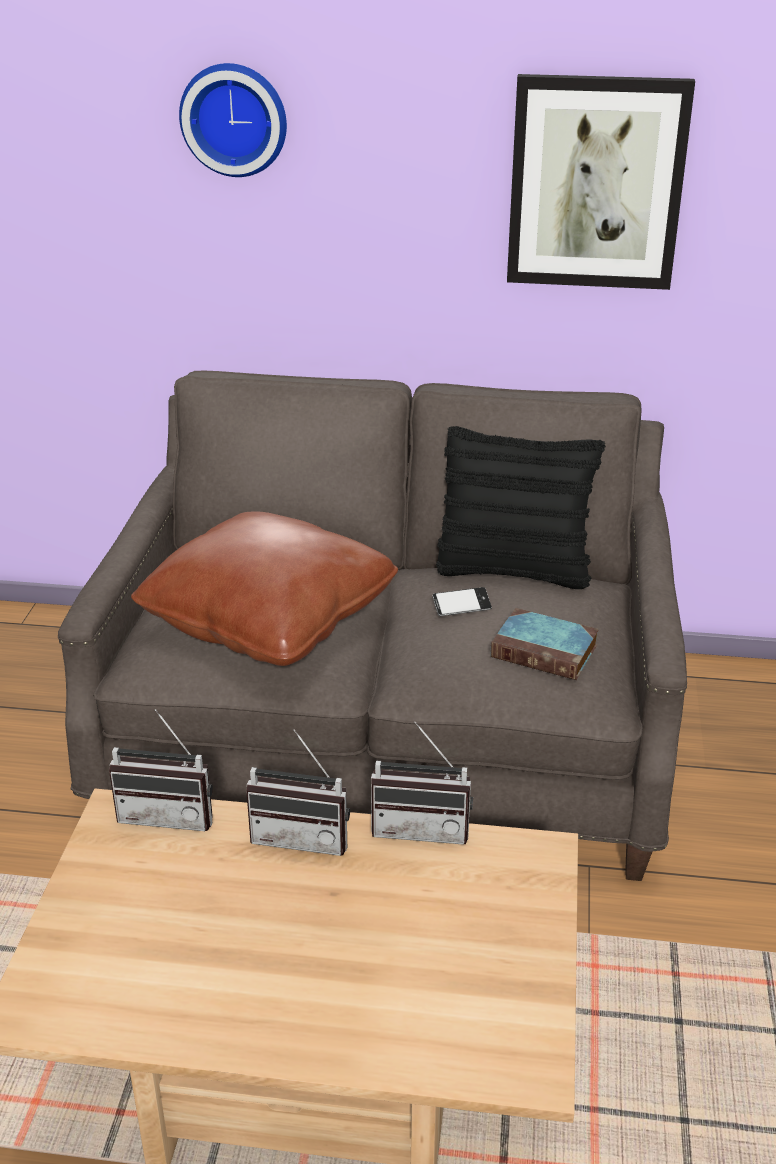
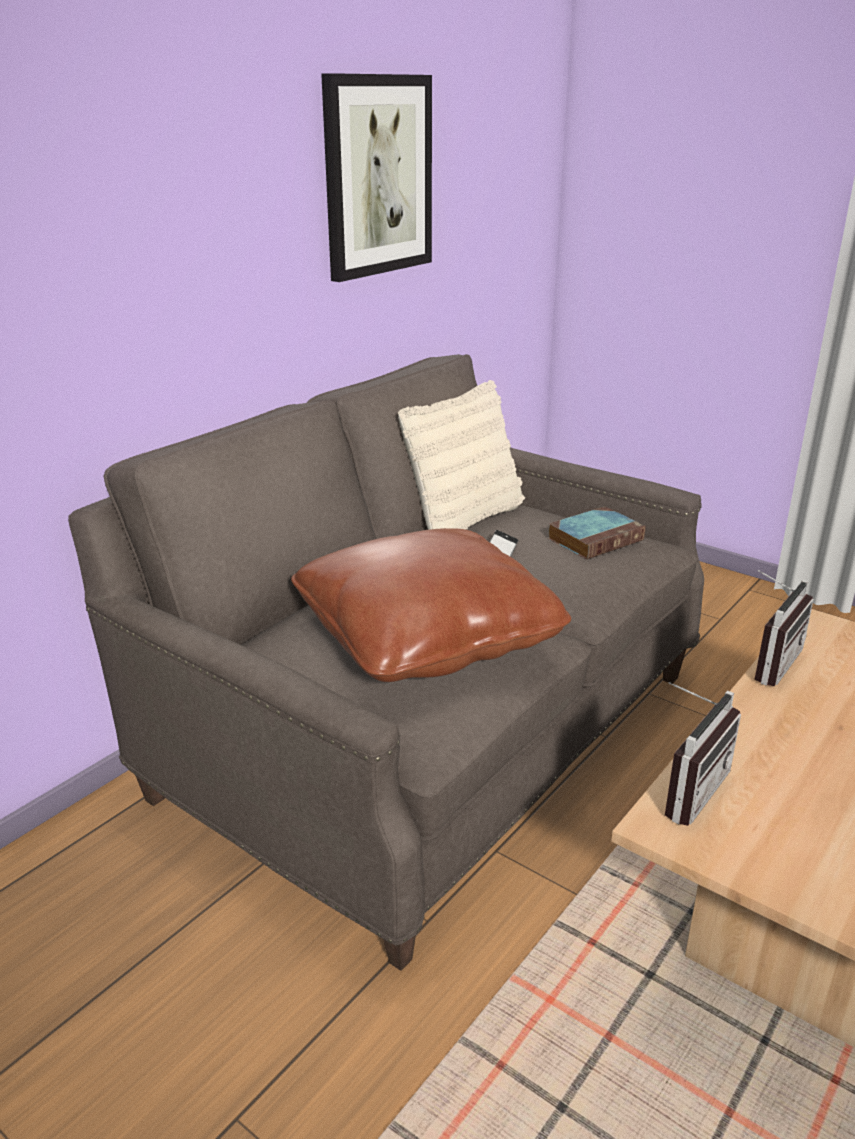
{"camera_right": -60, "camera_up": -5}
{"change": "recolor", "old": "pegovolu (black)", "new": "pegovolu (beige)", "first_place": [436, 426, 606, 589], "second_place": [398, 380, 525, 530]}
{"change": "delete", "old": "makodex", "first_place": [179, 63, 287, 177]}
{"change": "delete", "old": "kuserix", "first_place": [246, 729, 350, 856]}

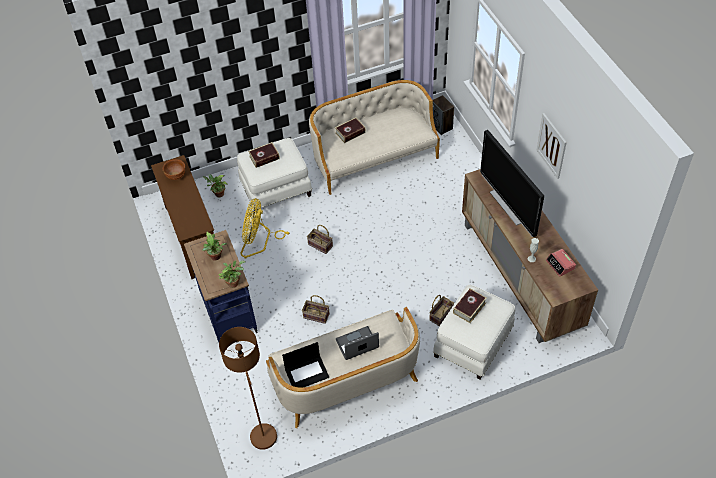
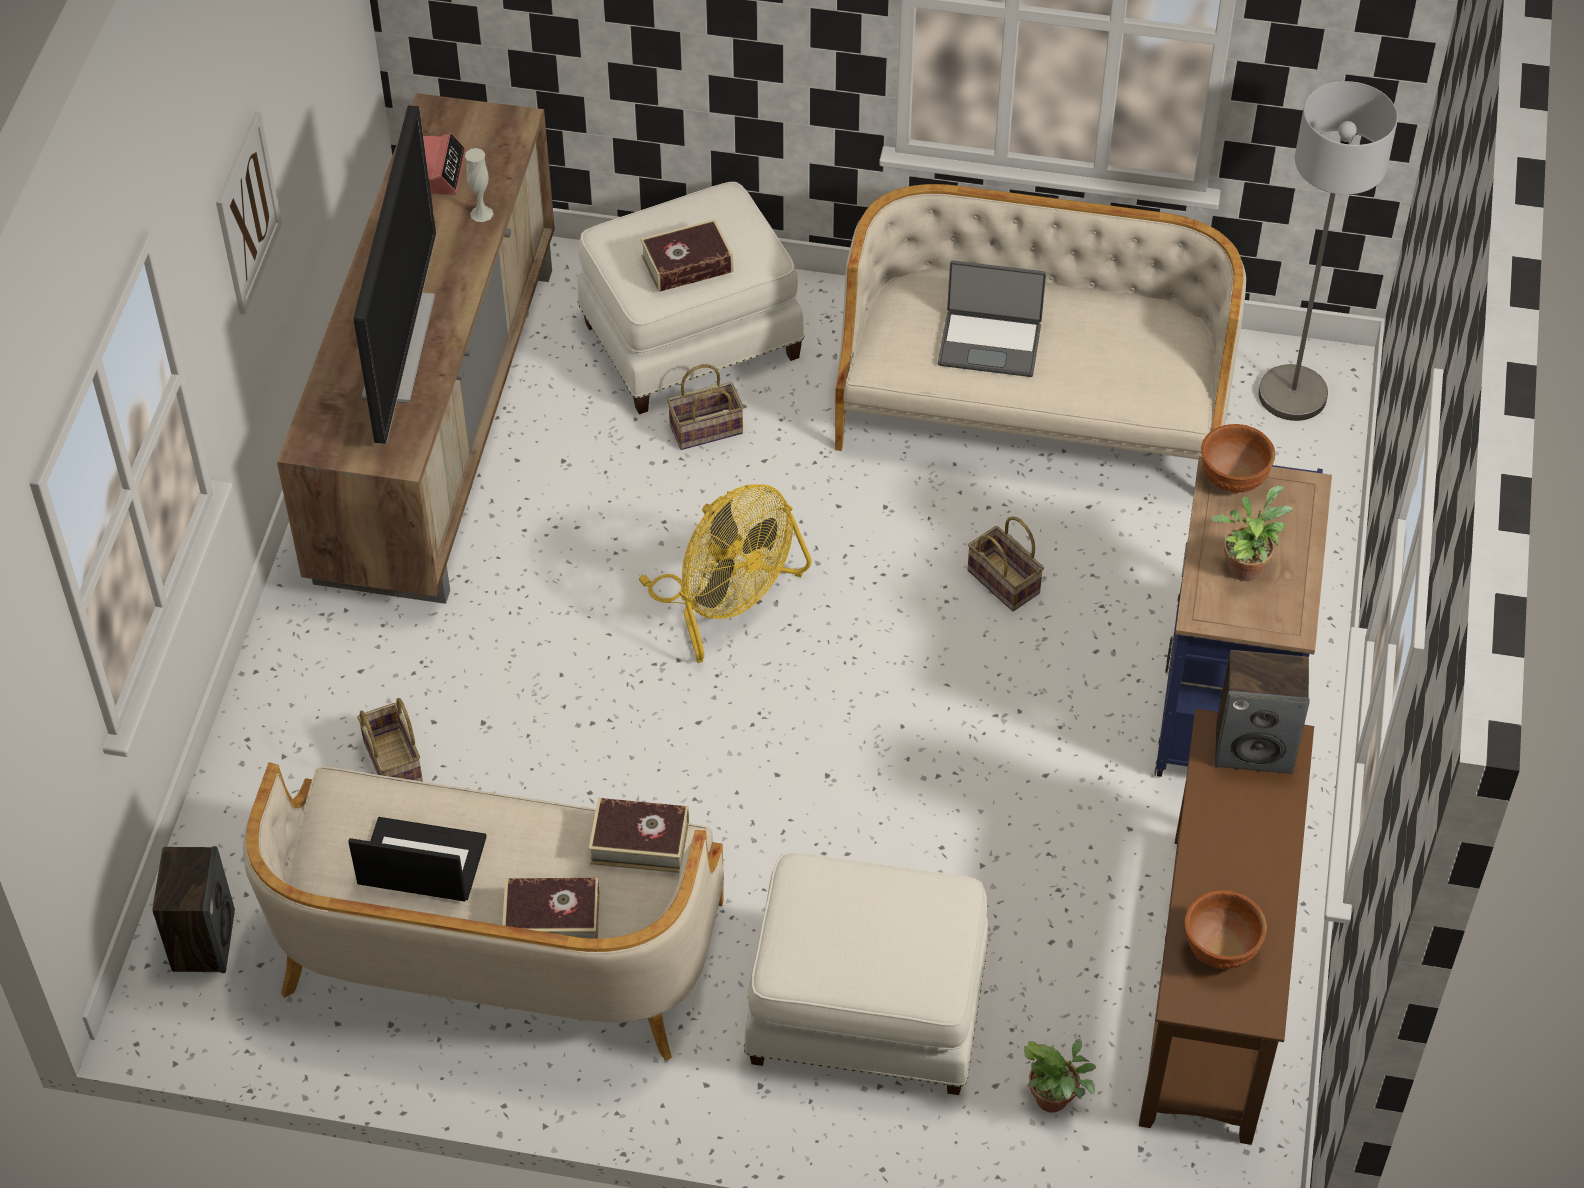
{"camera_right": -150, "camera_up": 0}
{"change": "move", "old": "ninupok", "first_place": [282, 342, 329, 388], "second_place": [348, 817, 487, 902]}
{"change": "move", "old": "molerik", "first_place": [307, 225, 333, 254], "second_place": [357, 698, 423, 782]}
{"change": "move", "old": "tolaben", "first_place": [248, 142, 280, 168], "second_place": [589, 798, 689, 873]}
{"change": "move", "old": "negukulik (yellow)", "first_place": [240, 198, 289, 258], "second_place": [639, 484, 812, 663]}
{"change": "replace", "old": "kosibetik", "new": "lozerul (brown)", "first_place": [218, 260, 246, 288], "second_place": [1201, 424, 1275, 493]}
{"change": "insert", "new": "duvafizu", "second_place": [1214, 650, 1310, 774]}
{"change": "recolor", "old": "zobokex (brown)", "new": "zobokex (grey)", "first_place": [219, 327, 277, 450], "second_place": [1259, 81, 1398, 421]}

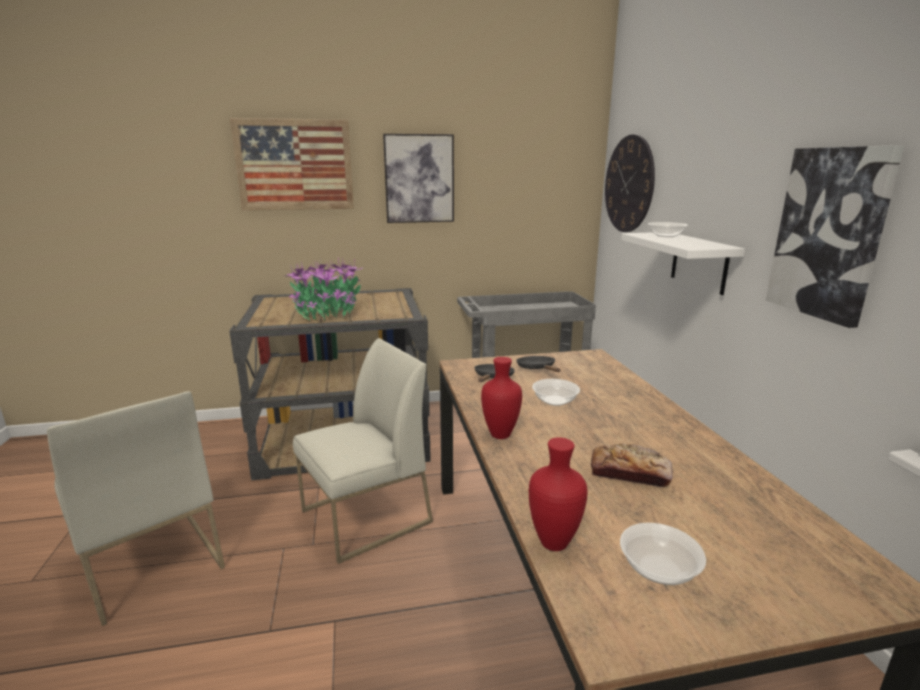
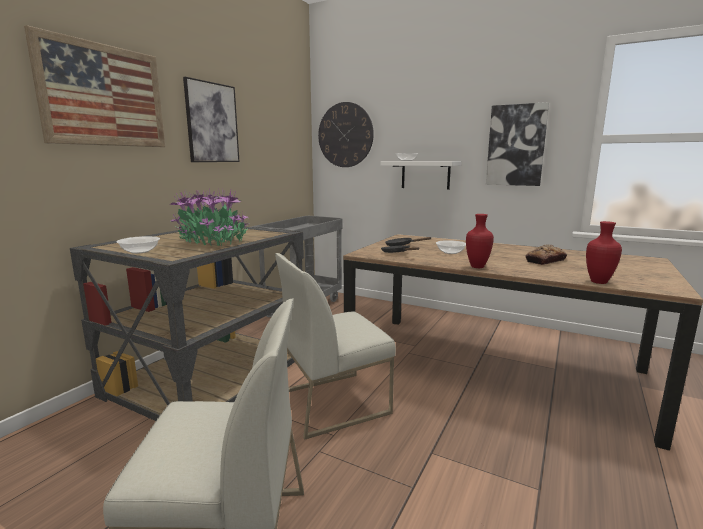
{"camera_right": -50, "camera_up": -5}
{"change": "move", "old": "lozerul", "first_place": [620, 523, 706, 585], "second_place": [116, 236, 160, 254]}
{"change": "rotate", "old": "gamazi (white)", "first_place": [293, 338, 433, 564], "second_place": [275, 253, 396, 439], "degrees": -120}

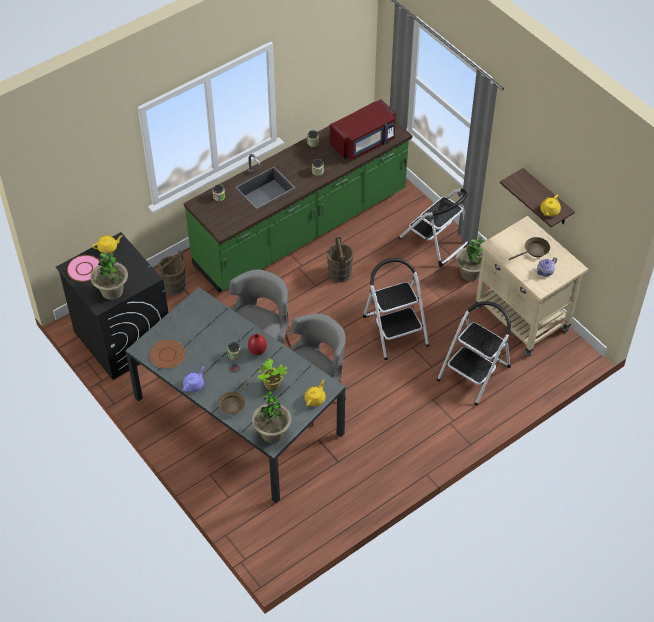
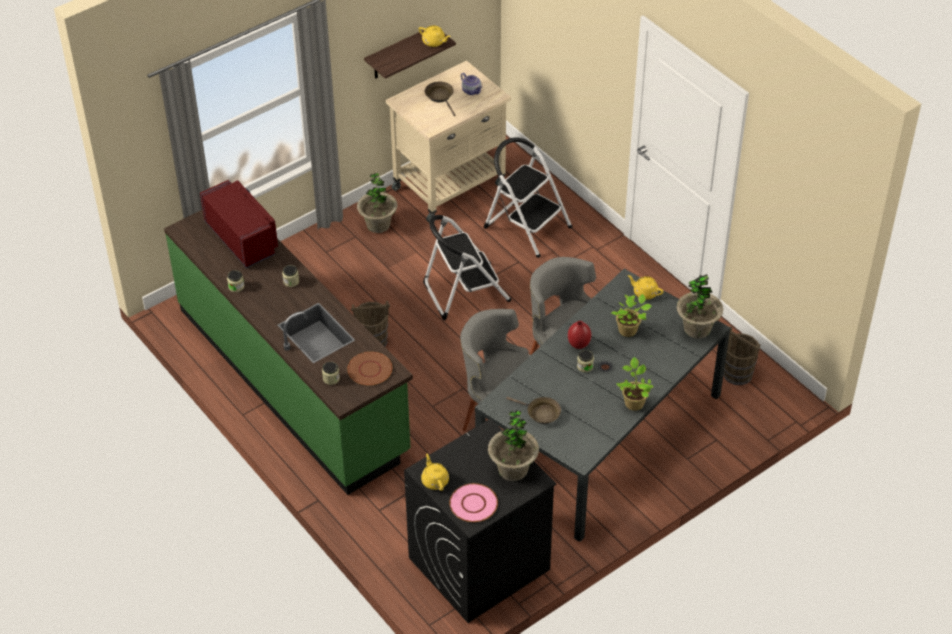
{"camera_right": -90, "camera_up": -5}
{"change": "move", "old": "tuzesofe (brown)", "first_place": [150, 340, 185, 368], "second_place": [348, 352, 392, 385]}
{"change": "move", "old": "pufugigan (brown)", "first_place": [218, 380, 250, 414], "second_place": [506, 397, 561, 424]}
{"change": "replace", "old": "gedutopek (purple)", "new": "kosibetik", "first_place": [183, 366, 204, 392], "second_place": [616, 357, 654, 411]}
{"change": "move", "old": "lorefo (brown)", "first_place": [158, 250, 186, 295], "second_place": [724, 326, 761, 385]}
{"change": "delete", "old": "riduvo", "first_place": [398, 189, 469, 267]}

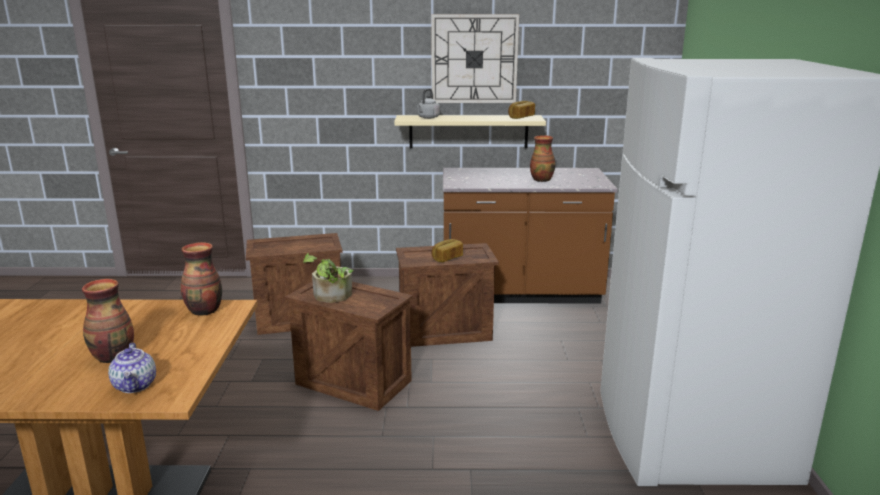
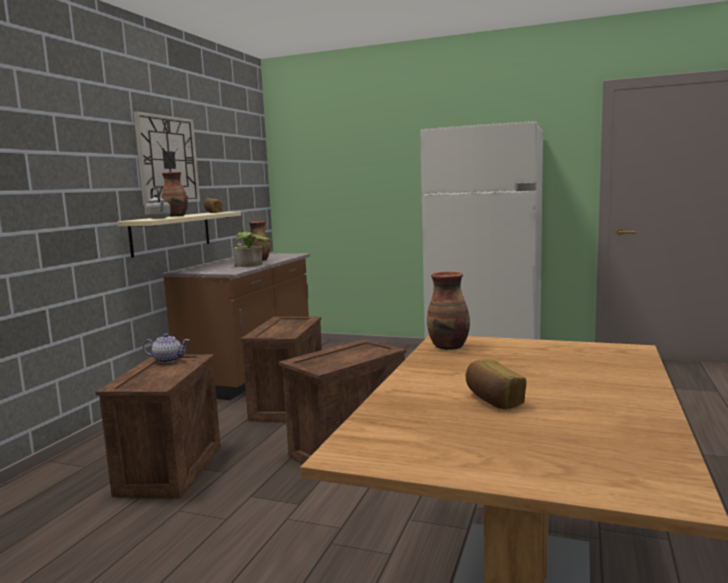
{"camera_right": -70, "camera_up": -10}
{"change": "move", "old": "gedutopek", "first_place": [108, 343, 156, 393], "second_place": [143, 333, 189, 363]}
{"change": "move", "old": "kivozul", "first_place": [82, 279, 134, 363], "second_place": [162, 172, 188, 217]}
{"change": "move", "old": "kosibetik", "first_place": [303, 253, 354, 303], "second_place": [233, 232, 271, 267]}
{"change": "move", "old": "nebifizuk", "first_place": [431, 239, 463, 262], "second_place": [466, 359, 526, 409]}

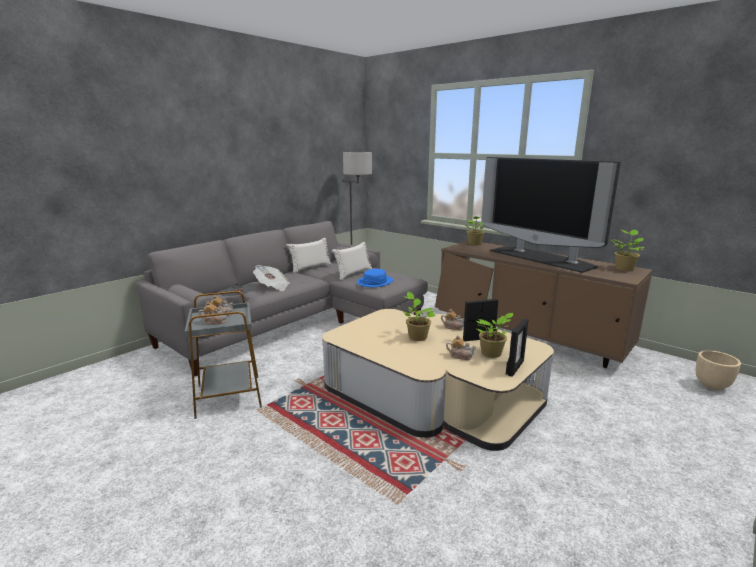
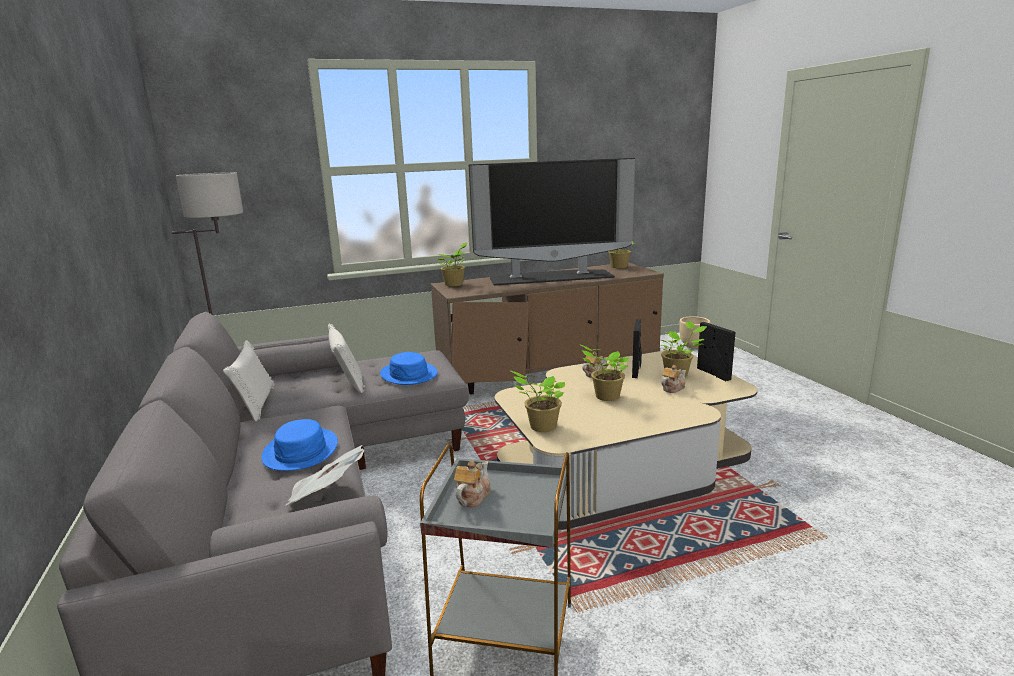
{"camera_right": -60, "camera_up": 0}
{"change": "replace", "old": "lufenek", "new": "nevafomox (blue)", "first_place": [253, 265, 290, 291], "second_place": [261, 419, 338, 471]}
{"change": "insert", "new": "kosibetik", "second_place": [511, 371, 565, 432]}
{"change": "delete", "old": "gedutopek", "first_place": [199, 301, 228, 324]}

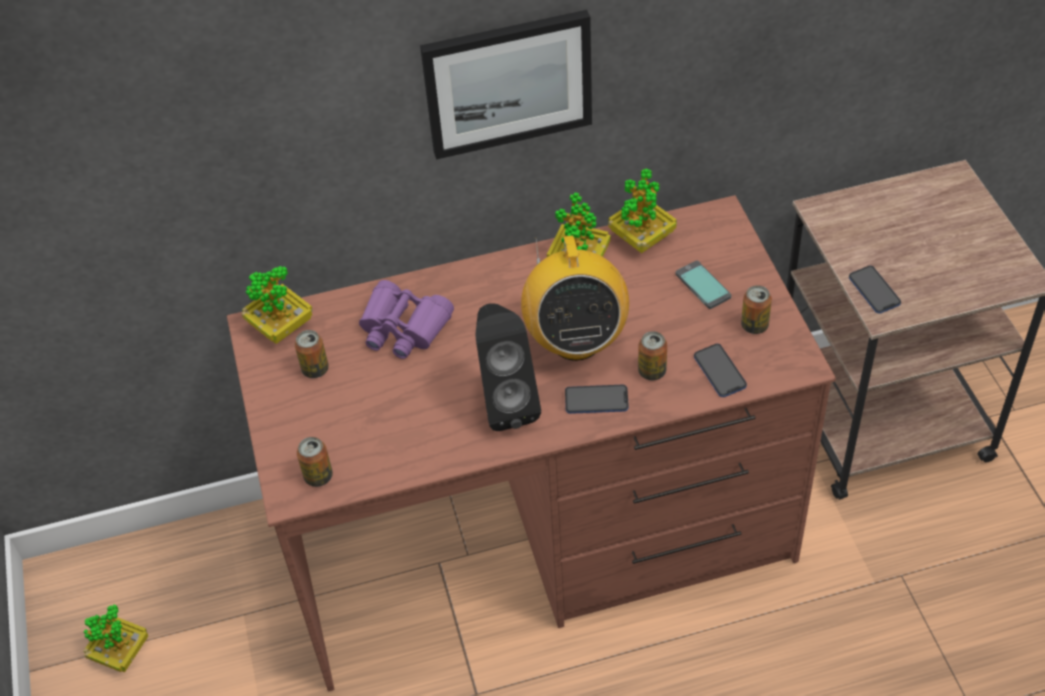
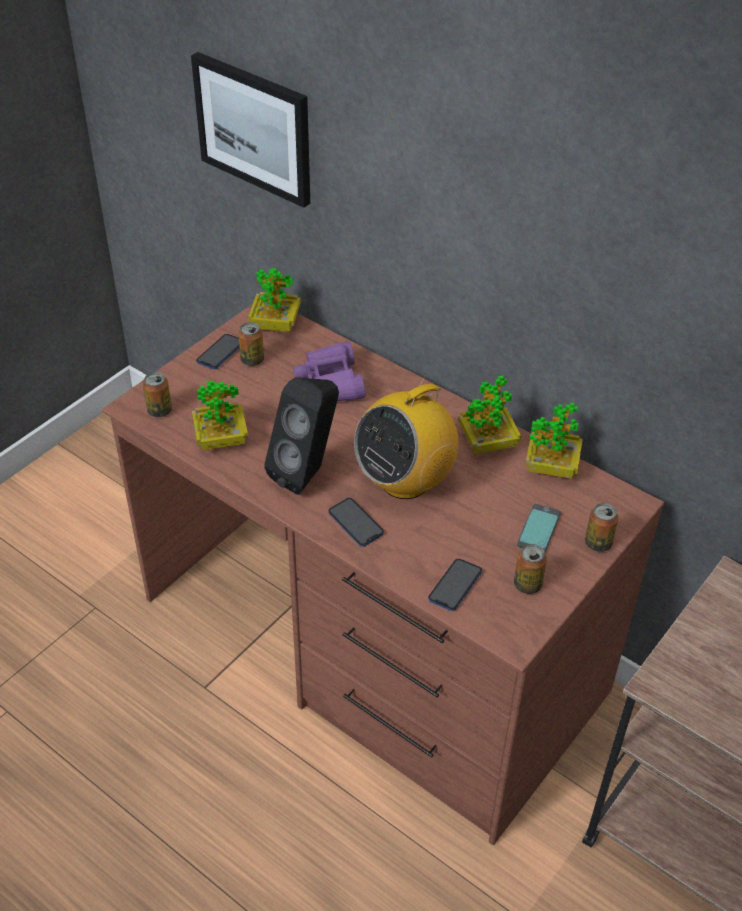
{"camera_right": 50, "camera_up": -5}
{"change": "move", "old": "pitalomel", "first_place": [420, 10, 592, 160], "second_place": [191, 52, 310, 208]}
{"change": "move", "old": "kosibetik", "first_place": [84, 605, 148, 672], "second_place": [192, 380, 248, 450]}
{"change": "move", "old": "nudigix", "first_place": [849, 266, 901, 314], "second_place": [196, 334, 239, 369]}
{"change": "move", "old": "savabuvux", "first_place": [638, 331, 667, 380], "second_place": [585, 503, 618, 552]}

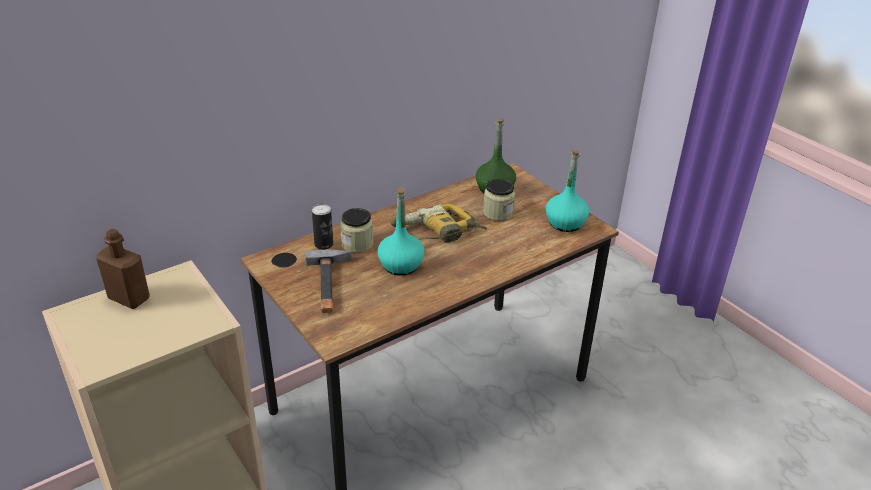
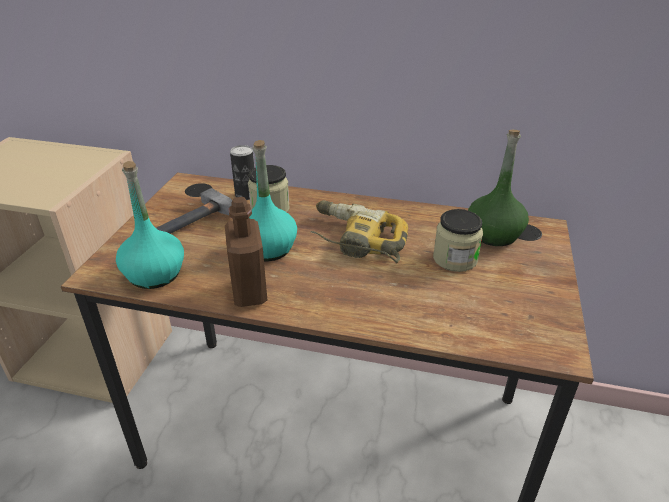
{"camera_right": 50, "camera_up": 0}
{"change": "move", "old": "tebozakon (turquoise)", "first_place": [546, 150, 589, 232], "second_place": [116, 161, 184, 289]}
{"change": "move", "old": "tebozakon (brown)", "first_place": [96, 229, 150, 309], "second_place": [225, 197, 267, 307]}

